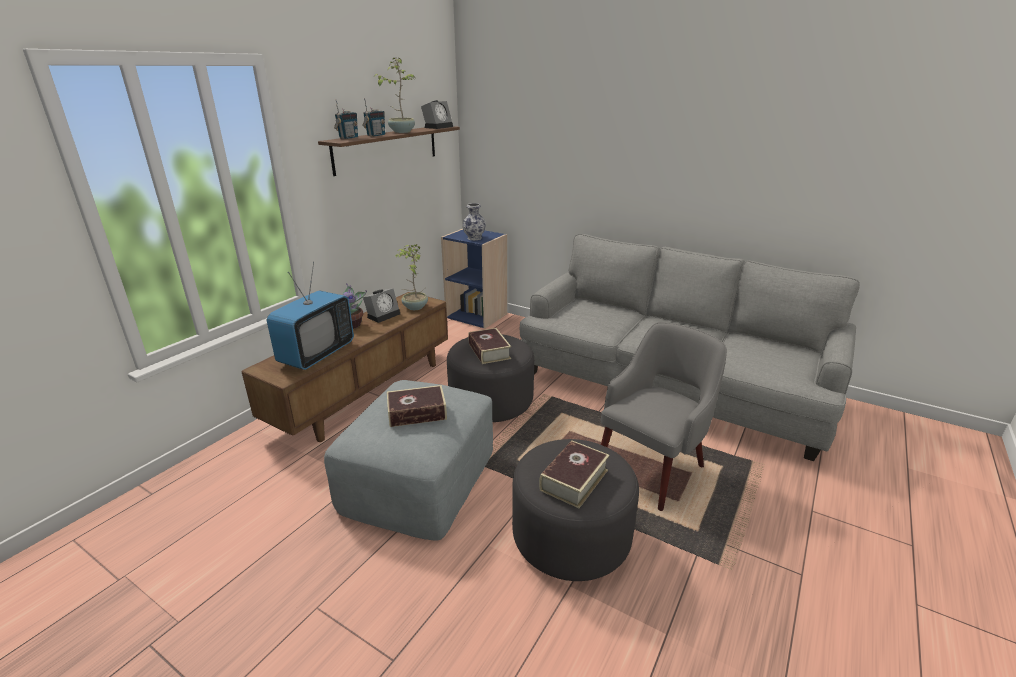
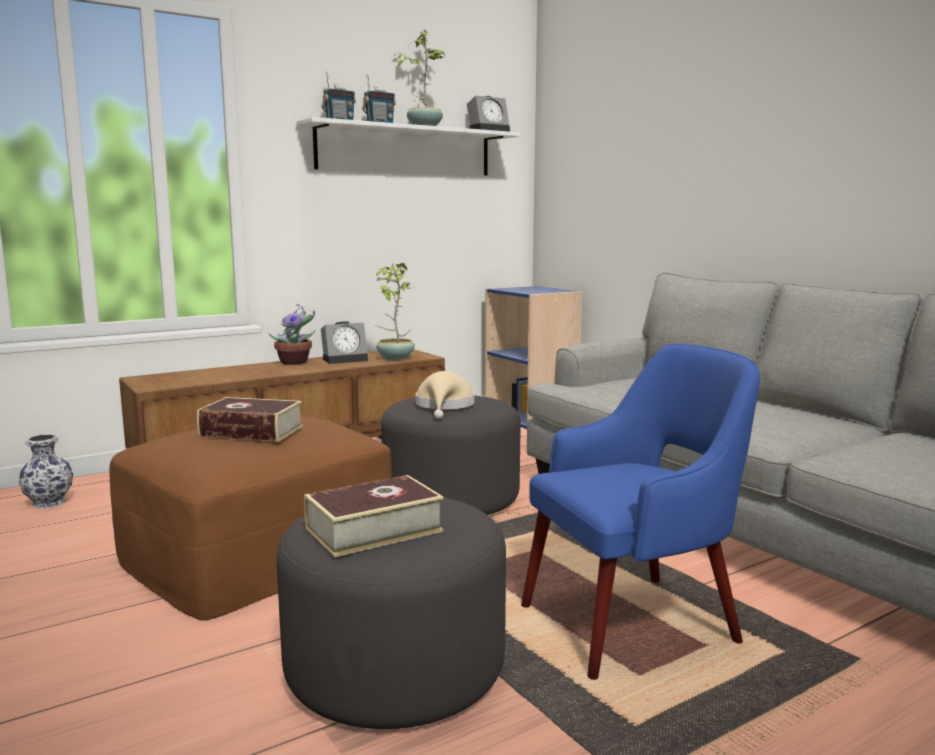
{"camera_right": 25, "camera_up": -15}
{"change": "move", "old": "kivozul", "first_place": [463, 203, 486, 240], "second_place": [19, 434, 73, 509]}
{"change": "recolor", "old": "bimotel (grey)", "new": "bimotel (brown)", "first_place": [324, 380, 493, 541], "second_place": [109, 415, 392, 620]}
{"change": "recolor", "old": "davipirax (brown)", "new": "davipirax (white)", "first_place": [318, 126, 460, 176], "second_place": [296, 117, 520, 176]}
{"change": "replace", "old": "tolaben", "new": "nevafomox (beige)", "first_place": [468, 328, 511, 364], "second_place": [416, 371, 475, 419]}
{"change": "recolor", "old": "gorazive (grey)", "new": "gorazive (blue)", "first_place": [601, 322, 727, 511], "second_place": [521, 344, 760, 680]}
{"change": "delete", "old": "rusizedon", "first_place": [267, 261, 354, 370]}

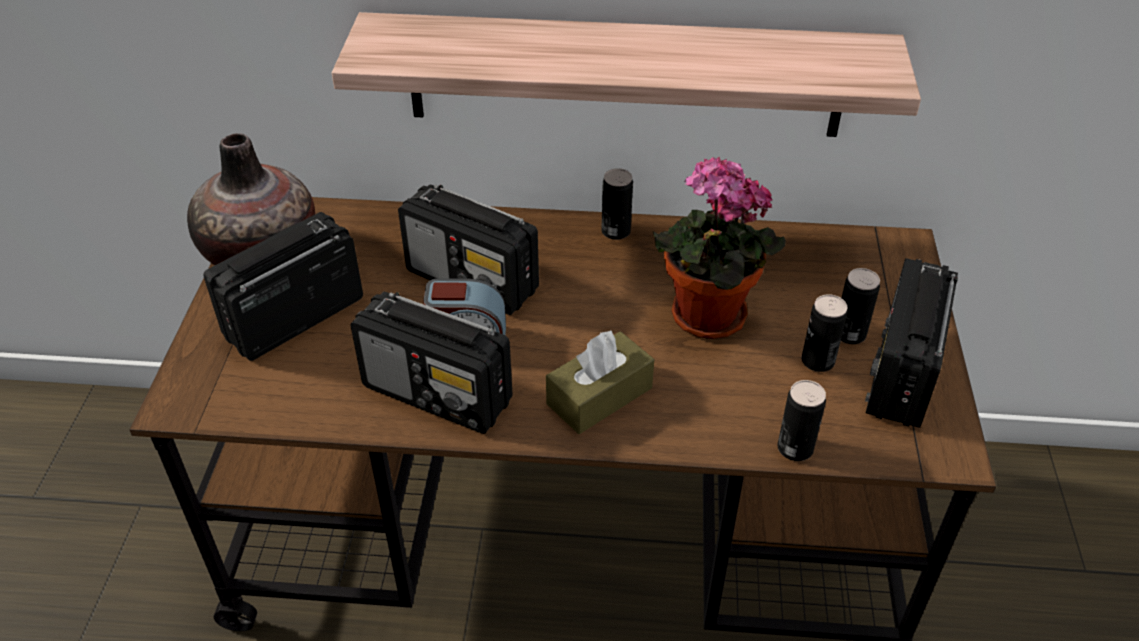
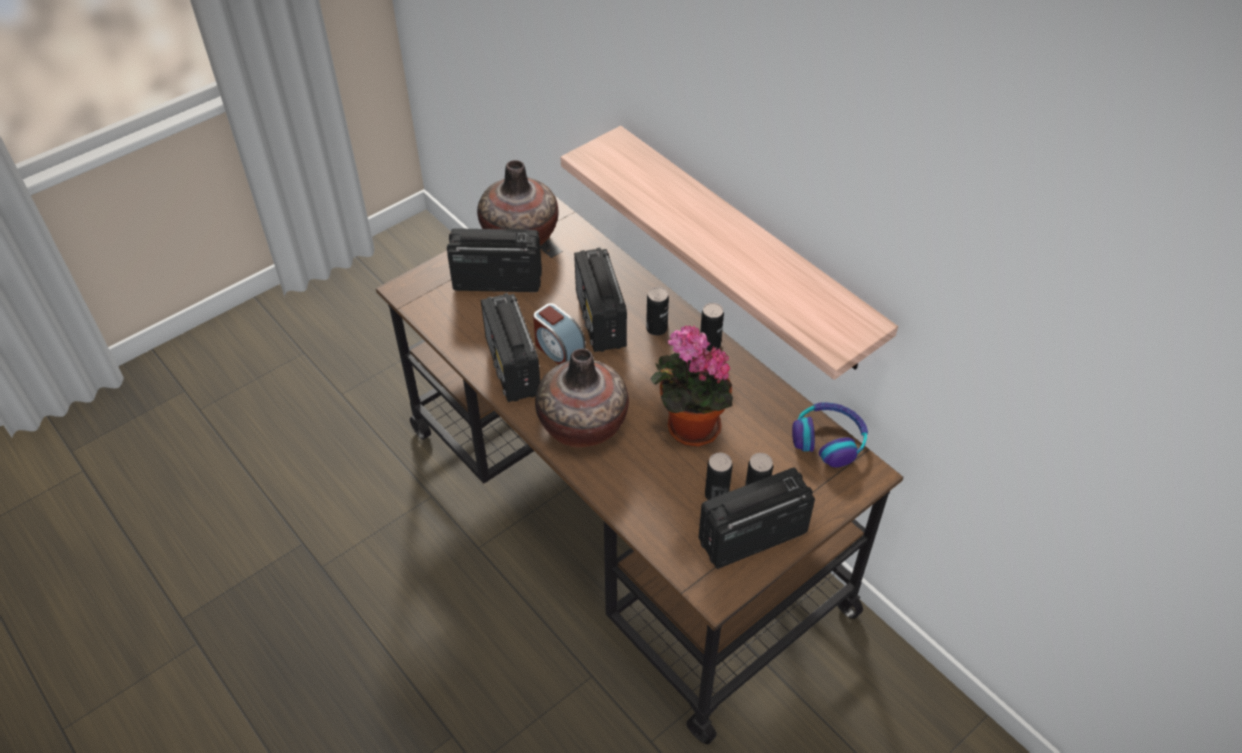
{"camera_right": 45, "camera_up": 5}
{"change": "replace", "old": "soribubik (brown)", "new": "kivozul", "first_place": [546, 331, 654, 434], "second_place": [535, 349, 629, 447]}
{"change": "move", "old": "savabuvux", "first_place": [778, 380, 826, 461], "second_place": [646, 287, 669, 336]}
{"change": "insert", "new": "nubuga", "second_place": [792, 403, 868, 467]}

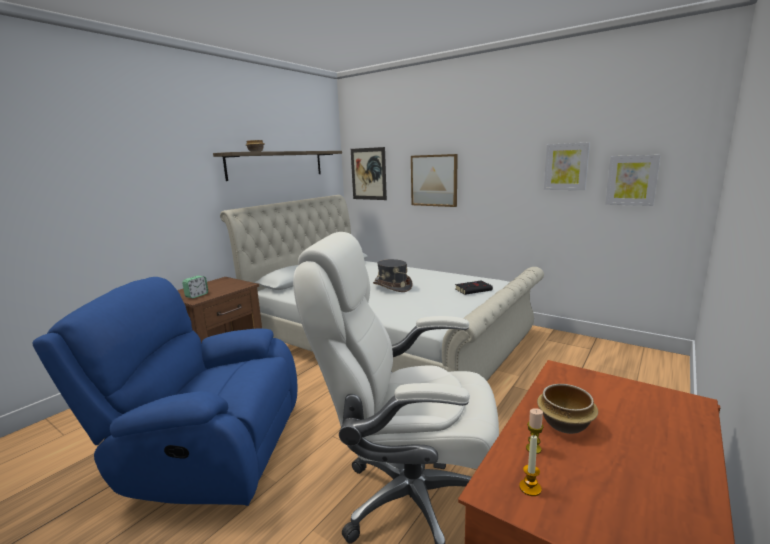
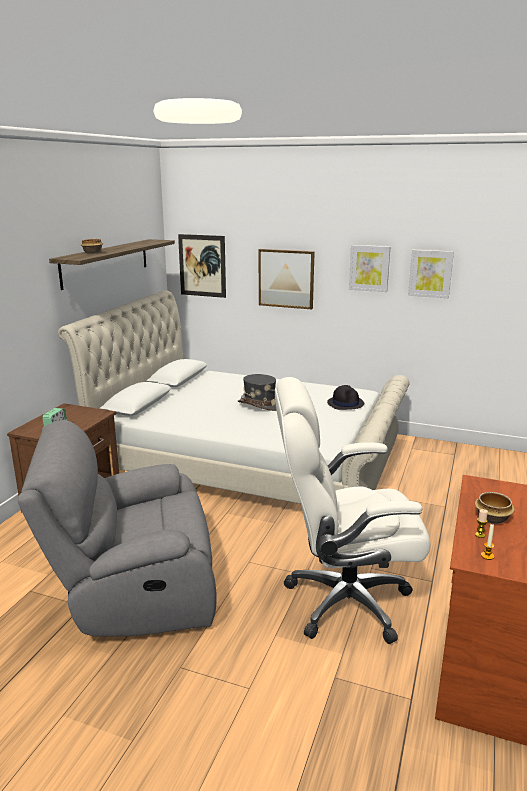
{"camera_right": -15, "camera_up": 5}
{"change": "recolor", "old": "gorazive (blue)", "new": "gorazive (grey)", "first_place": [32, 277, 297, 506], "second_place": [18, 420, 217, 637]}
{"change": "replace", "old": "tolaben (black)", "new": "nevafomox (black)", "first_place": [455, 280, 493, 295], "second_place": [327, 385, 364, 410]}
{"change": "move", "old": "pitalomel", "first_place": [605, 155, 660, 206], "second_place": [349, 245, 390, 292]}

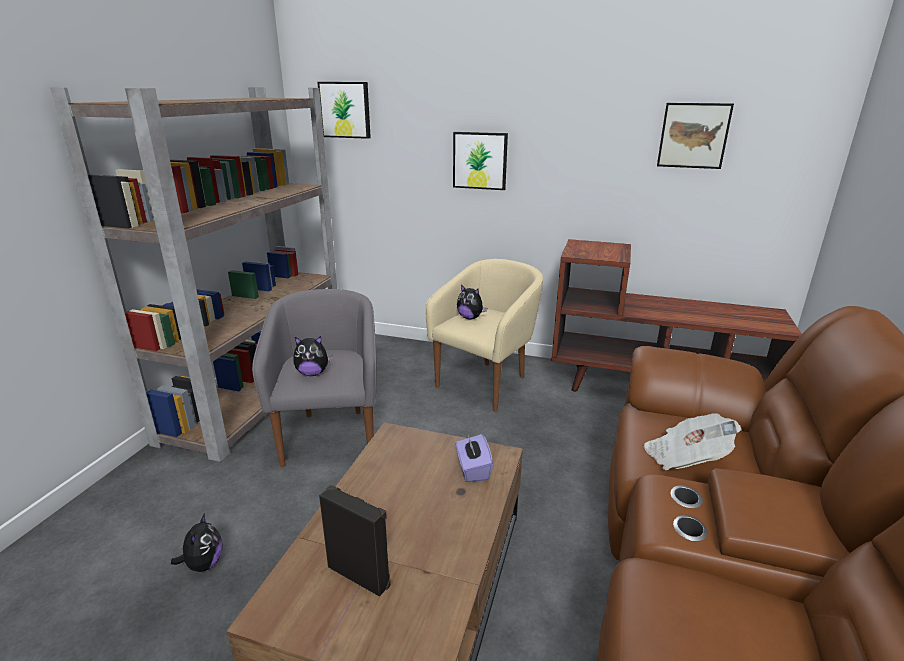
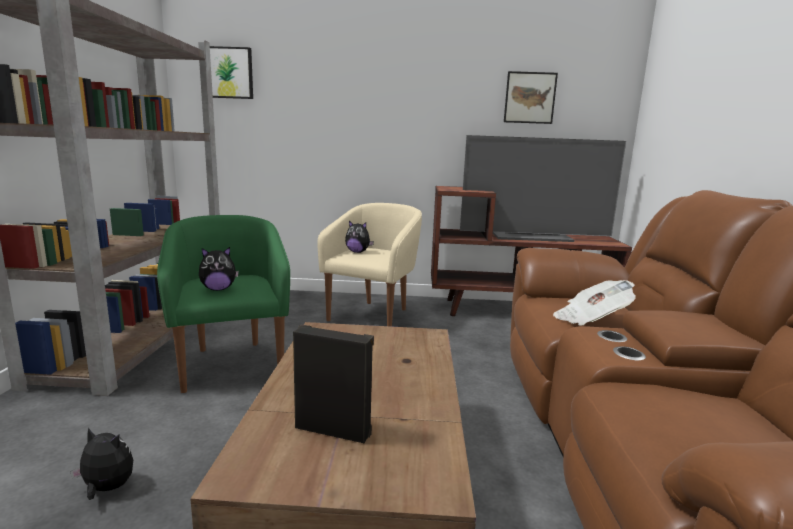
{"camera_right": -15, "camera_up": -10}
{"change": "rotate", "old": "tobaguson", "first_place": [171, 512, 222, 572], "second_place": [70, 428, 133, 500], "degrees": -60}
{"change": "recolor", "old": "gorazive (grey)", "new": "gorazive (green)", "first_place": [252, 289, 377, 467], "second_place": [157, 215, 290, 393]}
{"change": "insert", "new": "rusizedon", "second_place": [460, 135, 626, 242]}
{"change": "delete", "old": "pitalomel", "first_place": [453, 132, 508, 190]}
{"change": "delete", "old": "soribubik (purple)", "first_place": [456, 434, 493, 482]}

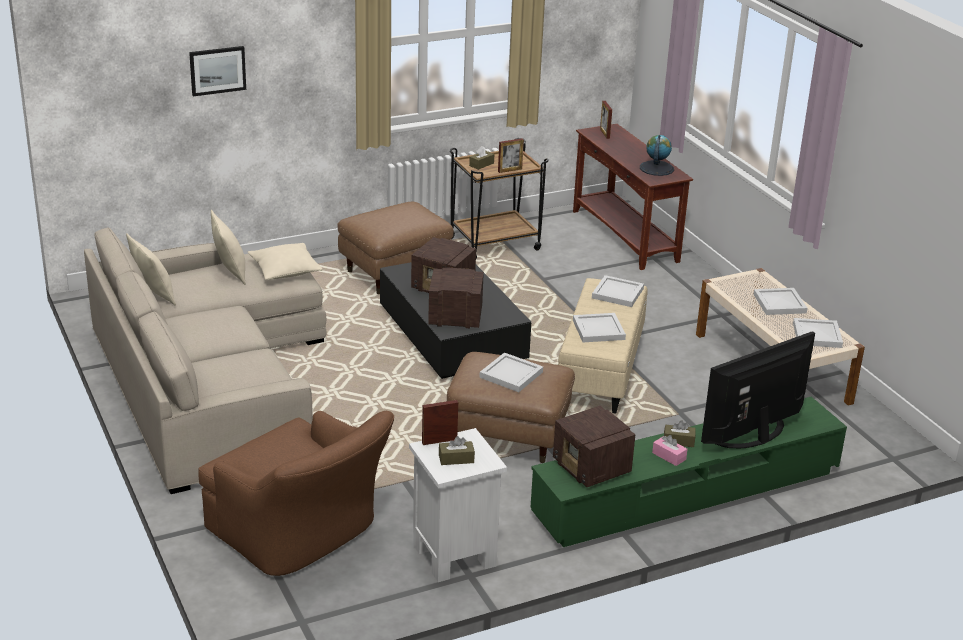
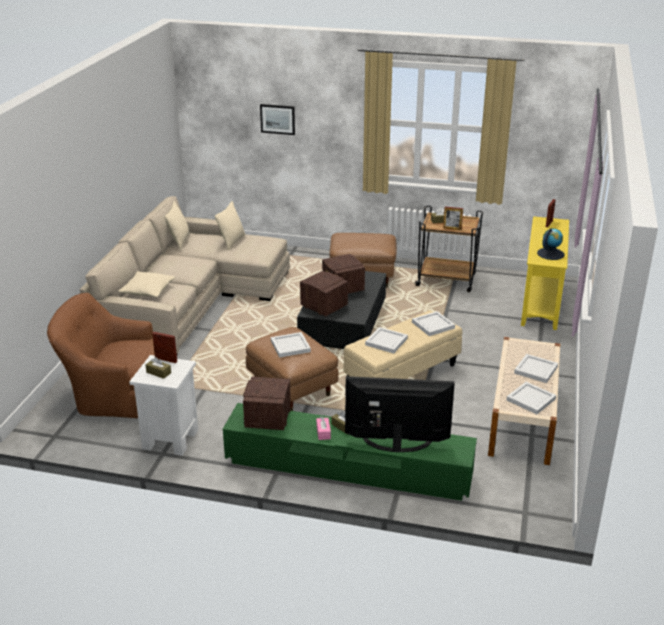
{"camera_right": 40, "camera_up": 0}
{"change": "rotate", "old": "gorazive (brown)", "first_place": [198, 411, 394, 576], "second_place": [47, 293, 155, 418], "degrees": 105}
{"change": "move", "old": "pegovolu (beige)", "first_place": [248, 243, 323, 280], "second_place": [118, 271, 175, 297]}
{"change": "recolor", "old": "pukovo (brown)", "new": "pukovo (yellow)", "first_place": [573, 124, 693, 270], "second_place": [521, 216, 569, 330]}

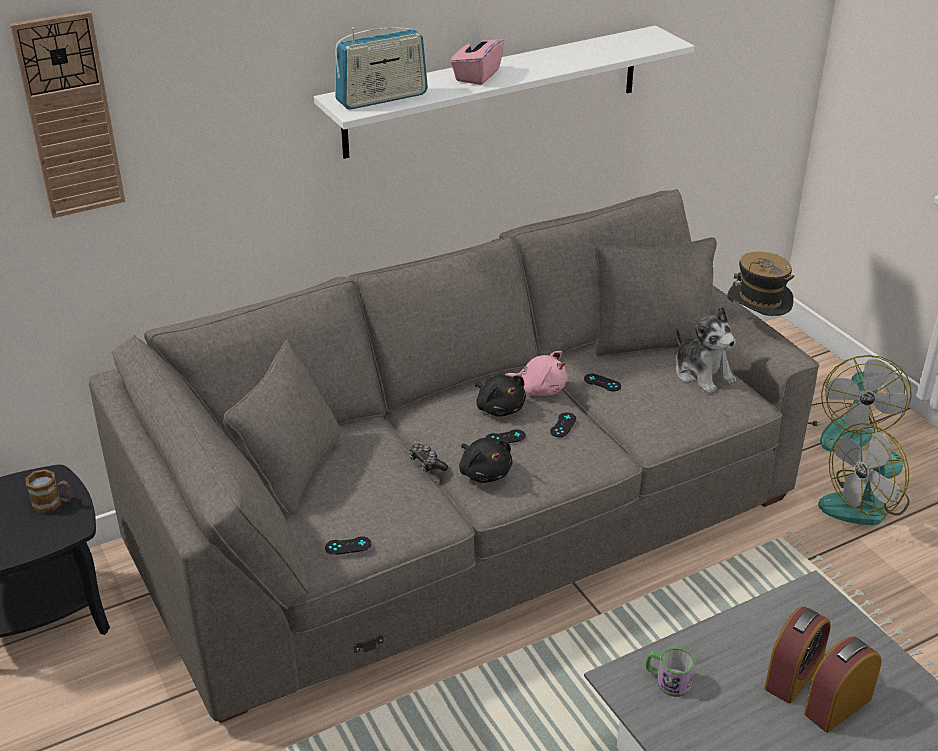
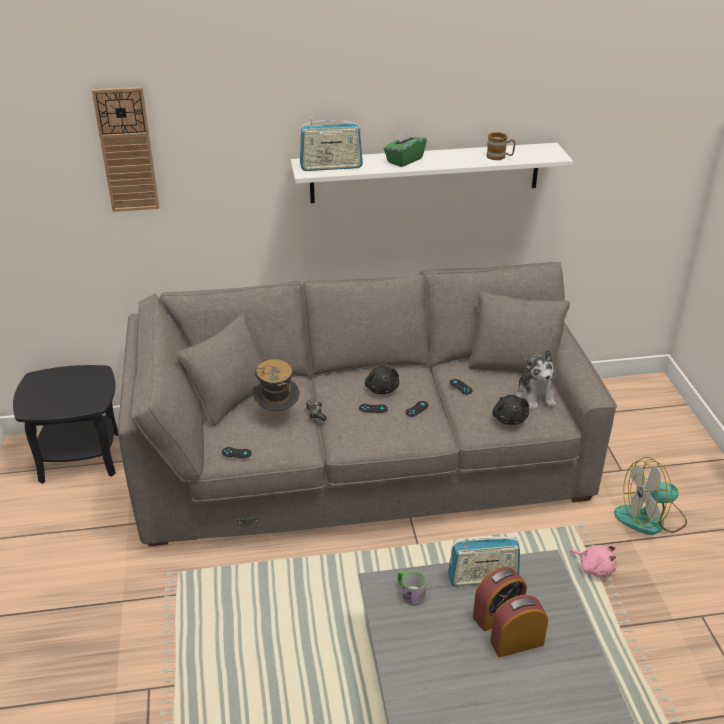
{"camera_right": 20, "camera_up": 0}
{"change": "move", "old": "nevafomox", "first_place": [725, 251, 795, 316], "second_place": [252, 359, 299, 411]}
{"change": "recolor", "old": "soribubik (pink)", "new": "soribubik (green)", "first_place": [450, 27, 504, 85], "second_place": [384, 128, 427, 167]}
{"change": "insert", "new": "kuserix", "second_place": [448, 536, 520, 586]}
{"change": "move", "old": "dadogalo", "first_place": [26, 469, 72, 514], "second_place": [487, 132, 516, 160]}
{"change": "move", "old": "tobaguson (black)", "first_place": [459, 438, 512, 483], "second_place": [492, 395, 529, 425]}
{"change": "move", "old": "tobaguson (pink)", "first_place": [505, 351, 567, 396], "second_place": [570, 545, 617, 577]}
{"change": "delete", "old": "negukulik", "first_place": [808, 355, 912, 452]}

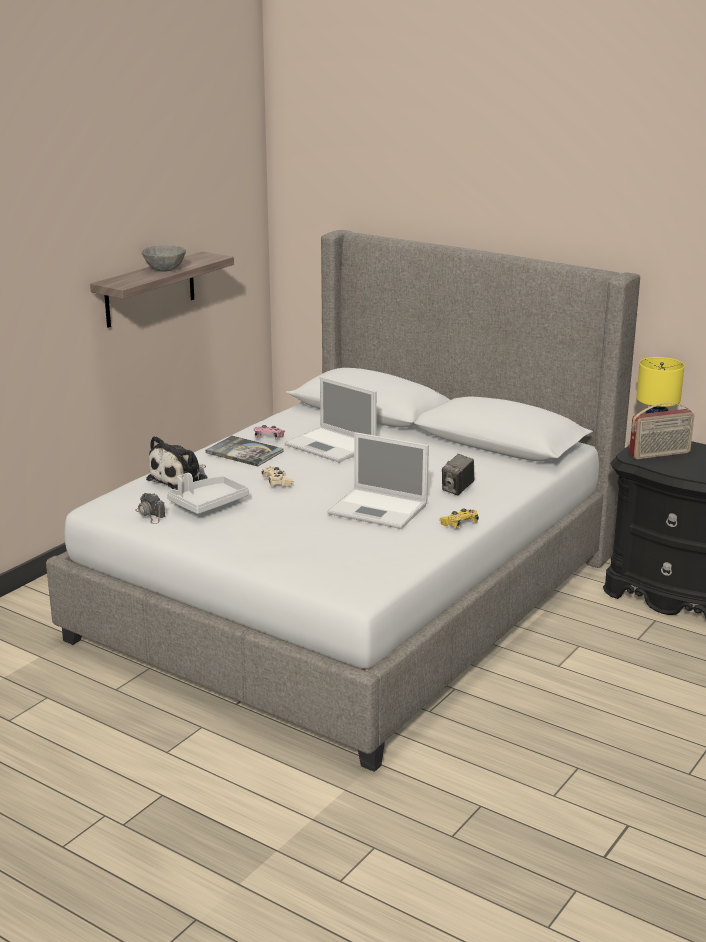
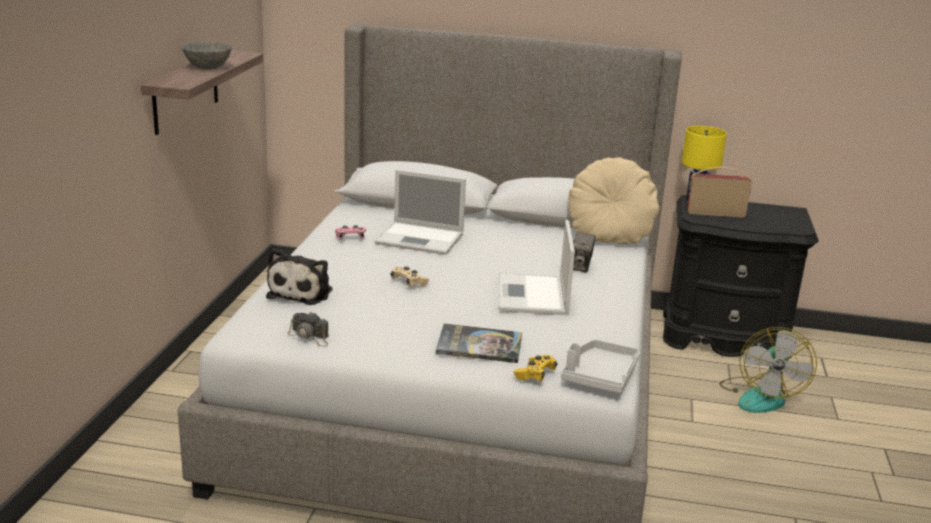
{"camera_right": -25, "camera_up": 0}
{"change": "move", "old": "tolaben", "first_place": [205, 436, 284, 467], "second_place": [436, 323, 522, 363]}
{"change": "rotate", "old": "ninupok", "first_place": [327, 432, 429, 529], "second_place": [499, 220, 575, 315], "degrees": 90}
{"change": "move", "old": "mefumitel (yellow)", "first_place": [440, 508, 479, 529], "second_place": [514, 355, 558, 382]}
{"change": "move", "old": "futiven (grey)", "first_place": [167, 473, 249, 514], "second_place": [561, 340, 640, 393]}
{"change": "insert", "new": "pegovolu (beige)", "second_place": [568, 157, 660, 244]}
{"change": "rotate", "old": "kuserix", "first_place": [629, 402, 694, 459], "second_place": [687, 167, 752, 218], "degrees": -135}
{"change": "insert", "new": "negukulik", "second_place": [719, 327, 817, 413]}

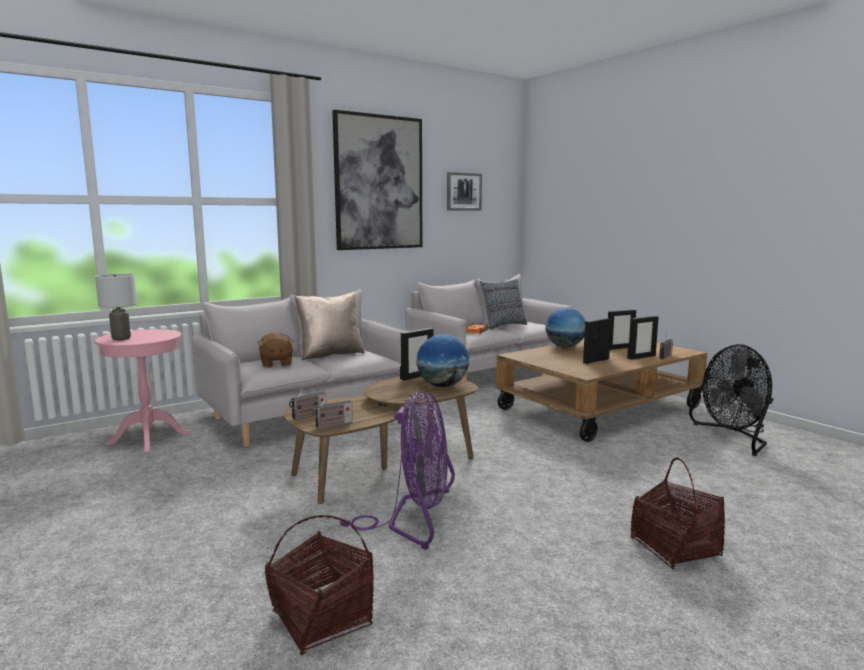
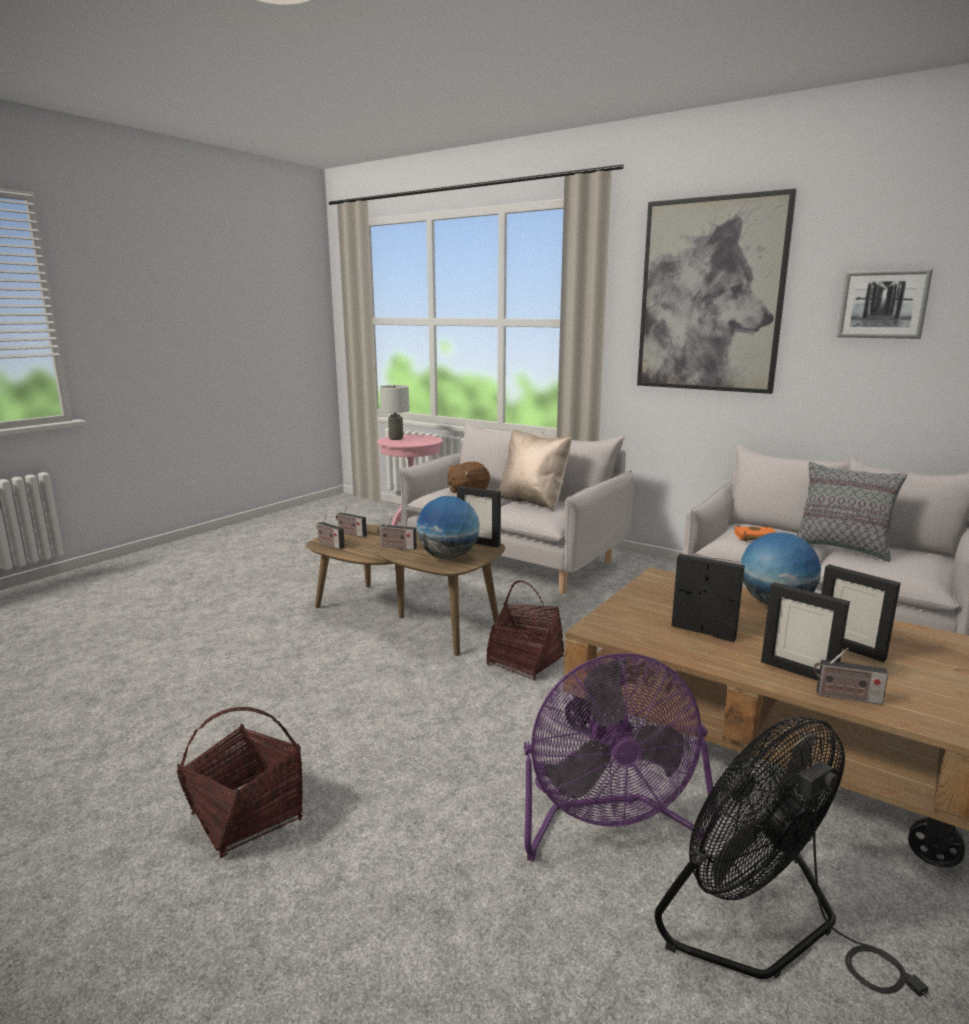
{"camera_right": 70, "camera_up": 5}
{"change": "insert", "new": "kuserix", "second_place": [377, 515, 417, 550]}
{"change": "move", "old": "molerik", "first_place": [265, 515, 374, 655], "second_place": [486, 580, 564, 680]}
{"change": "move", "old": "negukulik (purple)", "first_place": [339, 391, 455, 550], "second_place": [524, 653, 718, 862]}

